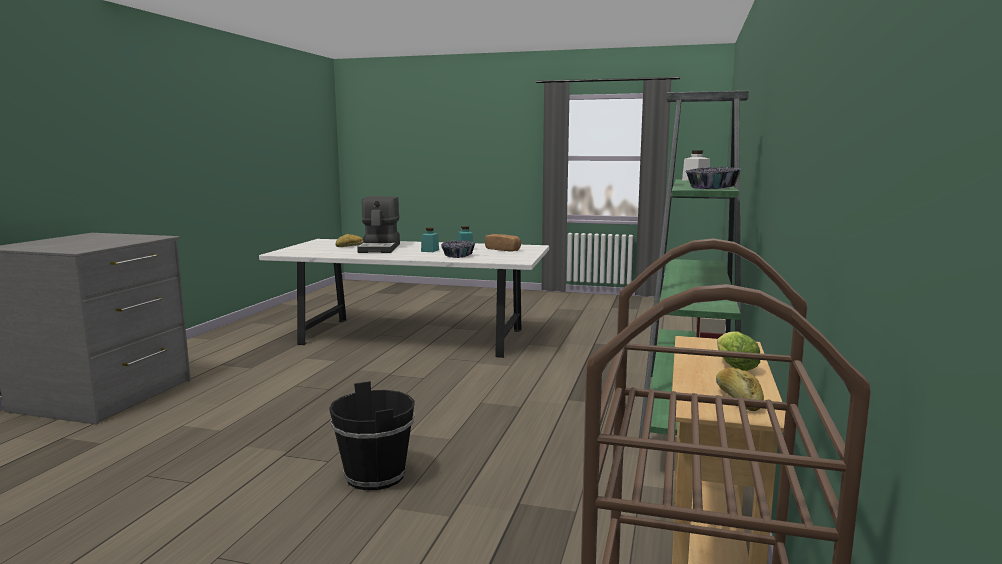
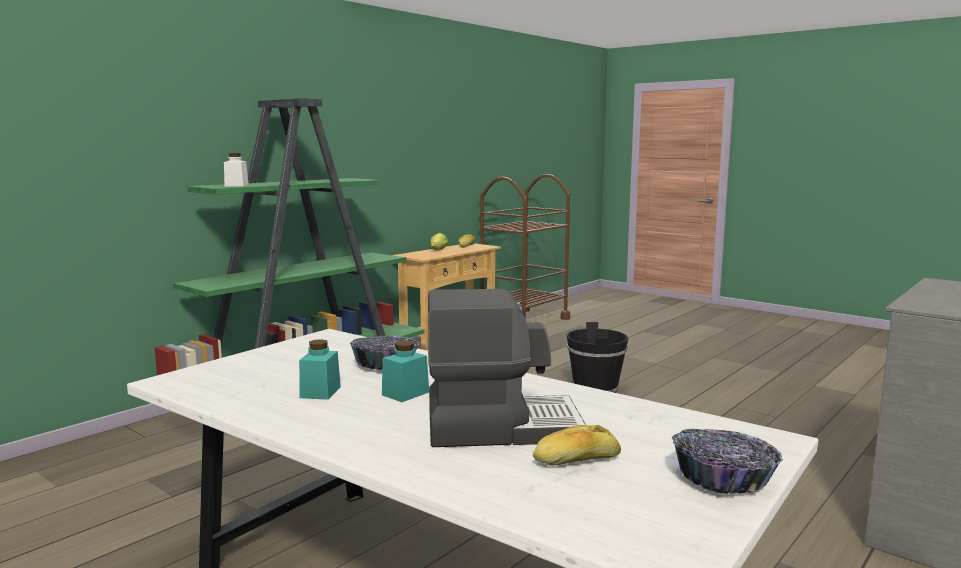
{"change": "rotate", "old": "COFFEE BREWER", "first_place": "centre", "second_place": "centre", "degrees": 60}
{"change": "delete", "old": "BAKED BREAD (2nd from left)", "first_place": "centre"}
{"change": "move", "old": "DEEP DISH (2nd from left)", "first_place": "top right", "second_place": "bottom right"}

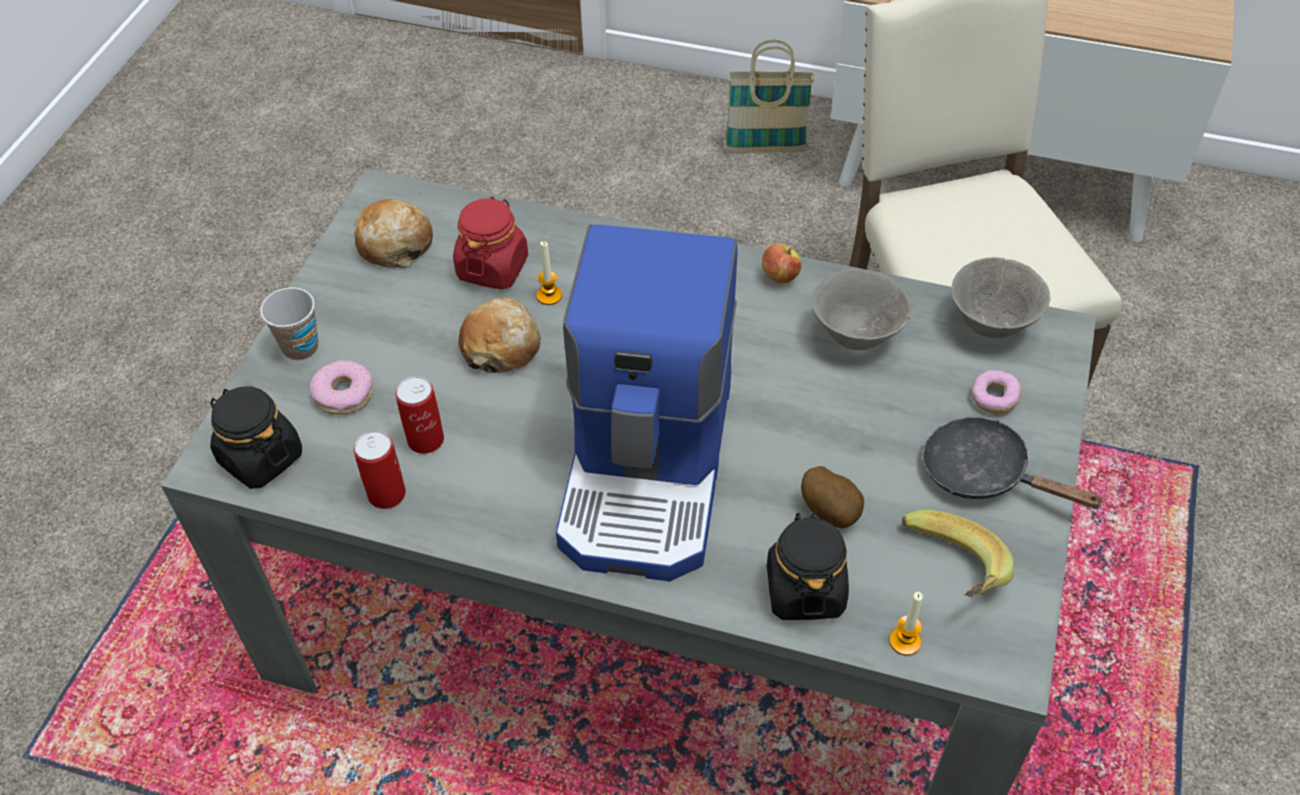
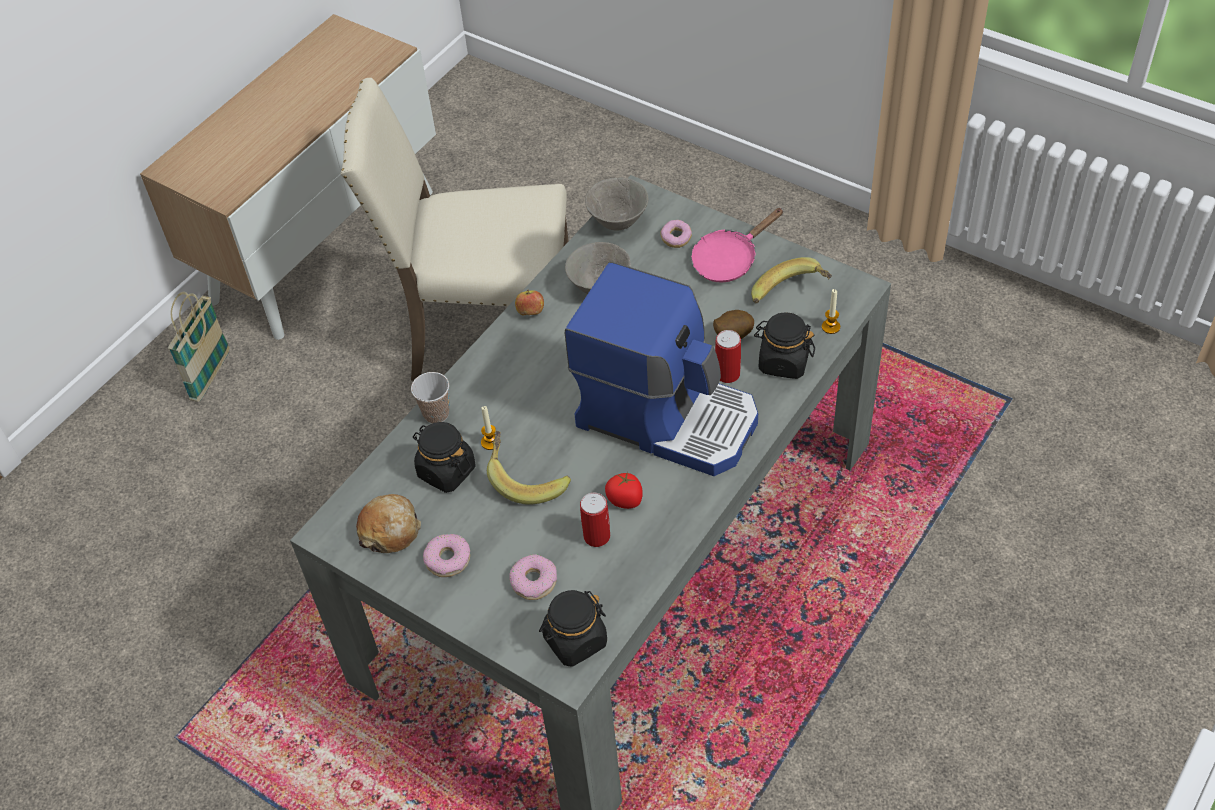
{"change": "move", "old": "DRINKING CUP", "first_place": "middle left", "second_place": "centre"}
{"change": "move", "old": "METAL CAN (1st from left in the first image)", "new": "METAL CAN (2nd from left)", "first_place": "middle left", "second_place": "centre"}
{"change": "recolor", "old": "RED-COLOURED PRESERVE JAR", "new": "BLACK PRESERVE JAR (1st from left)", "first_place": "top centre", "second_place": "centre"}
{"change": "replace", "old": "BAKED BREAD (2nd from left)", "new": "WHOLE BANANA (1st from left)", "first_place": "centre", "second_place": "centre"}
{"change": "recolor", "old": "BLACK SKILLET", "new": "PINK SKILLET", "first_place": "middle right", "second_place": "top centre"}
{"change": "insert", "new": "RING DOUGHNUT (1st from left)", "second_place": "bottom centre"}
{"change": "insert", "new": "TOMATO", "second_place": "centre"}

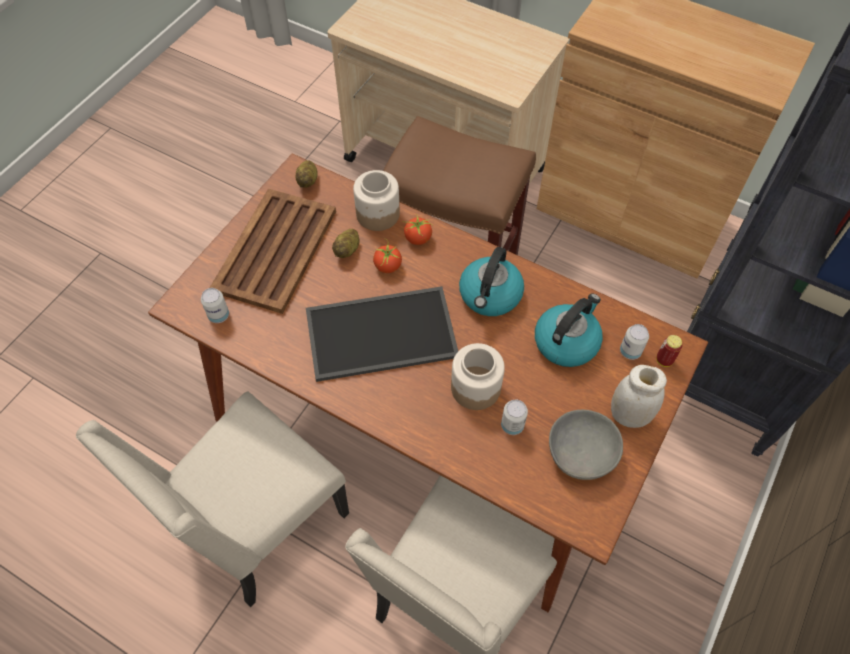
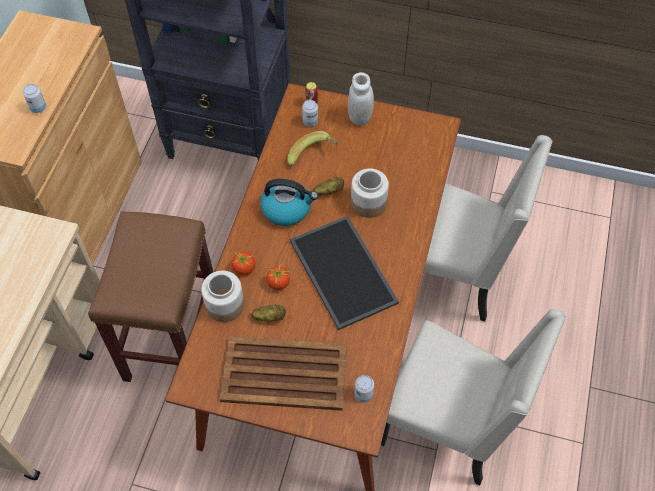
{"change": "move", "old": "WHOLE POTATO (1st from left in the first image)", "new": "WHOLE POTATO (2nd from left)", "first_place": "top centre", "second_place": "centre"}
{"change": "move", "old": "METAL CAN (2nd from left in the first image)", "new": "METAL CAN (1st from left)", "first_place": "centre", "second_place": "top left"}
{"change": "replace", "old": "TEA KETTLE (2nd from left)", "new": "WHOLE BANANA", "first_place": "middle right", "second_place": "top centre"}
{"change": "delete", "old": "GREY DEEP DISH", "first_place": "bottom right"}

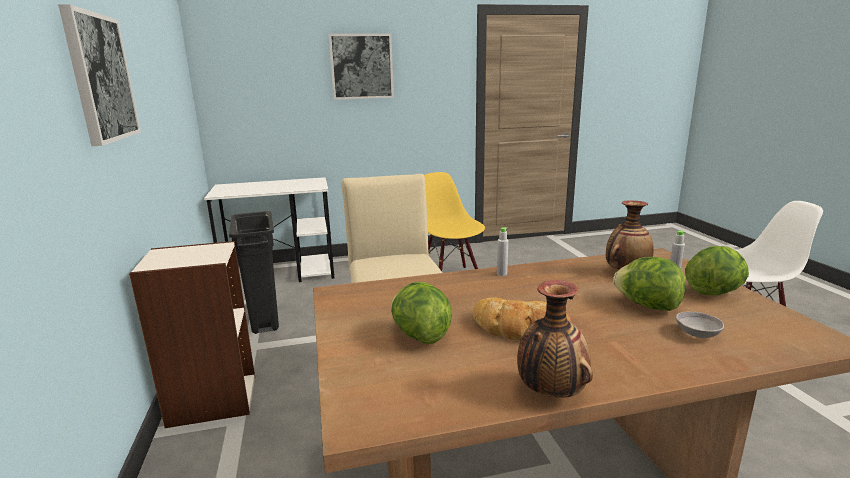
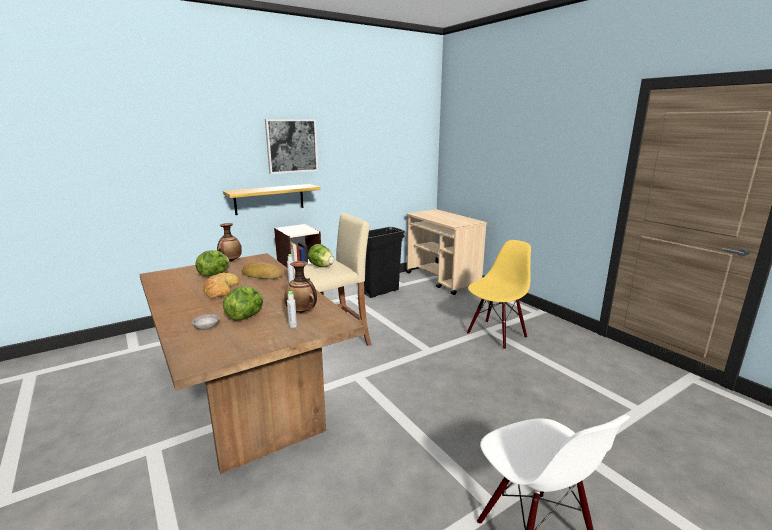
{"change": "replace", "old": "WHITE-COLOURED DESK", "new": "BEIGE-COLOURED TROLLEY", "first_place": "middle left", "second_place": "centre"}
{"change": "delete", "old": "WALL PICTURE (2nd from left)", "first_place": "top centre"}
{"change": "move", "old": "VASE (1st from left)", "first_place": "bottom centre", "second_place": "middle left"}
{"change": "move", "old": "LETTUCE (3rd from left)", "first_place": "middle right", "second_place": "centre"}
{"change": "insert", "new": "WALL SHELF", "second_place": "centre"}
{"change": "insert", "new": "BAKED BREAD (2nd from left)", "second_place": "centre"}

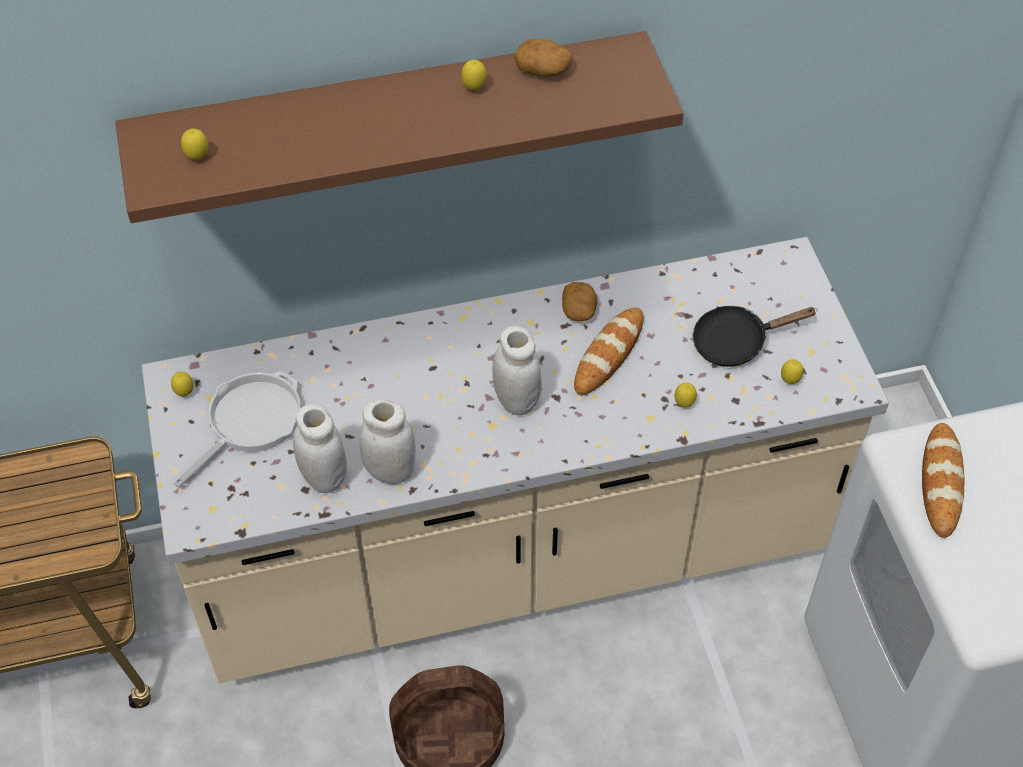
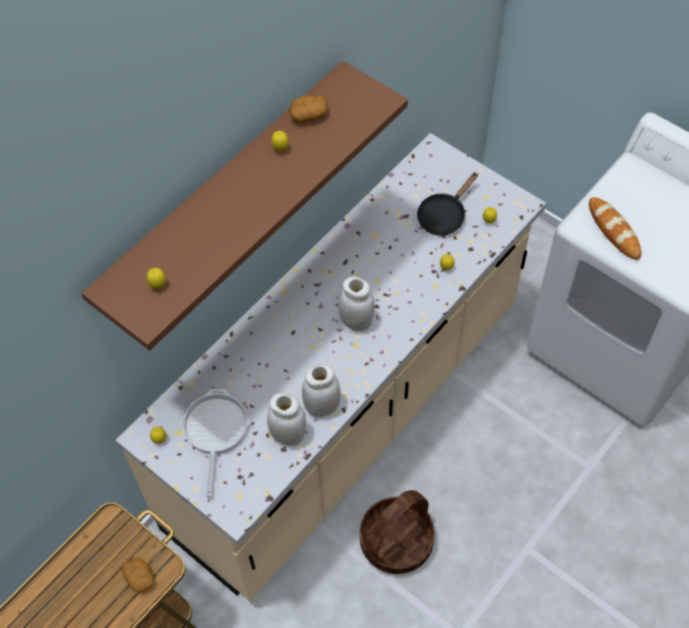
{"change": "move", "old": "WHOLE POTATO (2nd from left in the first image)", "new": "WHOLE POTATO (1st from left)", "first_place": "centre", "second_place": "bottom left"}
{"change": "delete", "old": "BAKED BREAD (1st from left)", "first_place": "centre"}

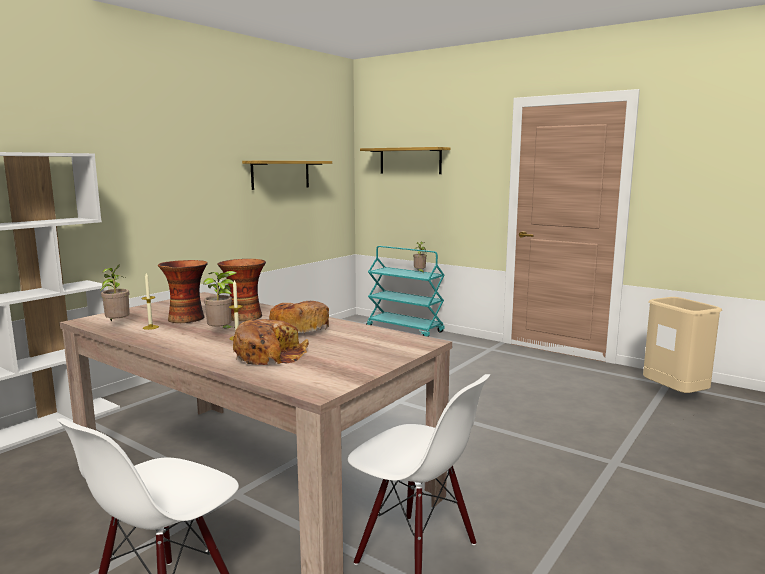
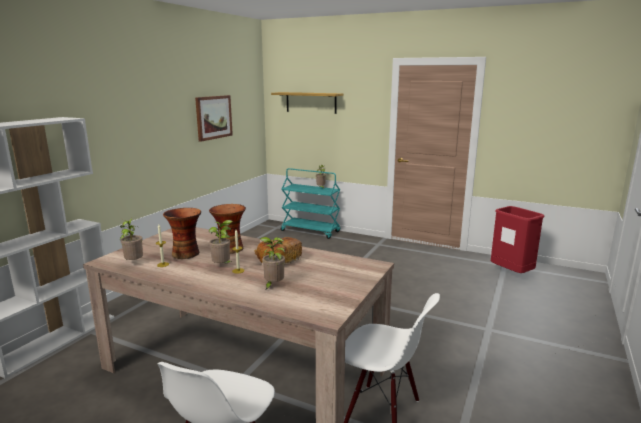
{"change": "replace", "old": "BAKED BREAD (1st from left)", "new": "PLANT IN A POT (3rd from left)", "first_place": "centre", "second_place": "centre"}
{"change": "replace", "old": "WALL SHELF (1st from left)", "new": "WALL PICTURE", "first_place": "top centre", "second_place": "top centre"}
{"change": "recolor", "old": "BEIGE-COLOURED RUBBISH BIN", "new": "RED-COLOURED RUBBISH BIN", "first_place": "middle right", "second_place": "middle right"}

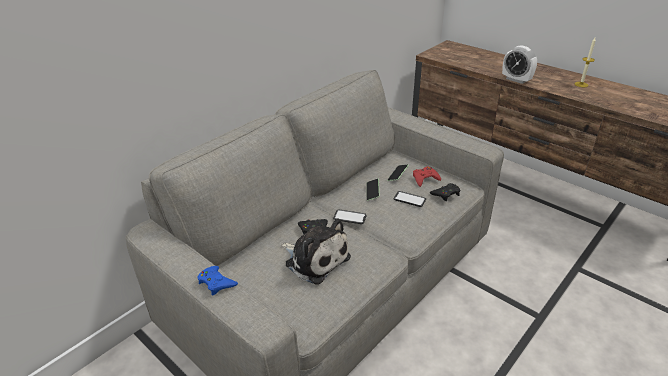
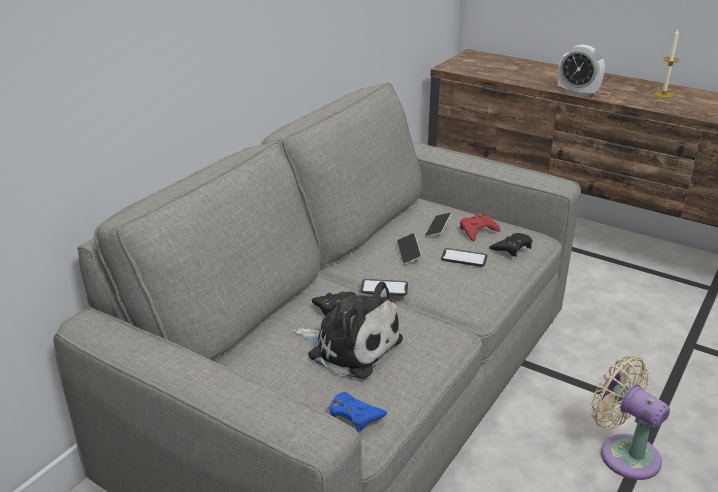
{"change": "move", "old": "BLUISH GAME CONTROLLER", "first_place": "bottom left", "second_place": "bottom centre"}
{"change": "insert", "new": "BEIGE-COLOURED COOLING FAN", "second_place": "bottom right"}

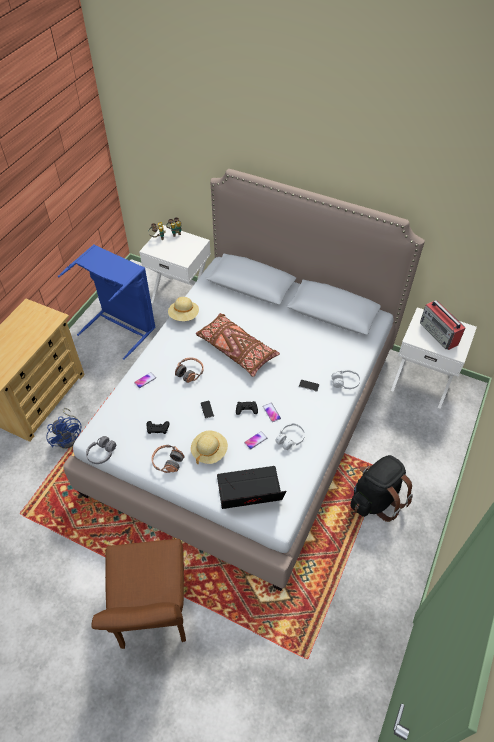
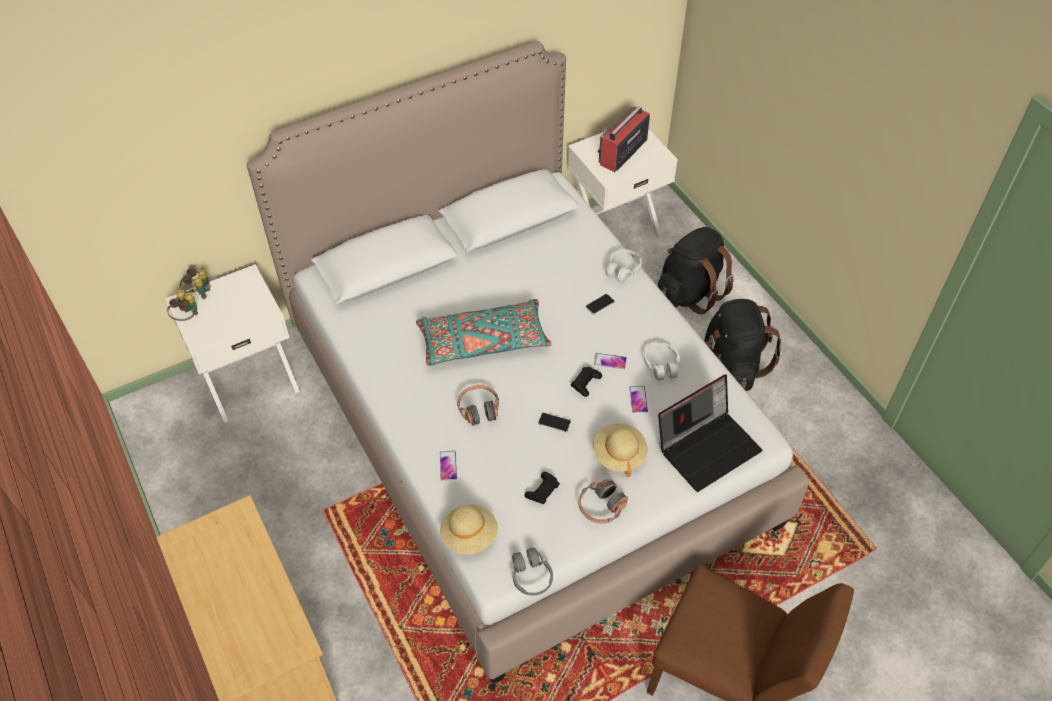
{"change": "delete", "old": "BLUISH COOLING FAN", "first_place": "middle left"}
{"change": "delete", "old": "BLUISH HAMPER", "first_place": "middle left"}
{"change": "move", "old": "BEIGE-COLOURED CLOTHING HAT (1st from left)", "first_place": "centre", "second_place": "bottom centre"}
{"change": "recolor", "old": "BROWN-COLOURED THROW PILLOW", "new": "BLUE-GREEN THROW PILLOW", "first_place": "centre", "second_place": "centre"}
{"change": "rotate", "old": "NOTEBOOK COMPUTER", "first_place": "centre", "second_place": "middle right", "degrees": -150}
{"change": "rotate", "old": "RADIO", "first_place": "middle right", "second_place": "top centre", "degrees": 120}
{"change": "insert", "new": "BLACK BACKPACK (1st from left)", "second_place": "centre"}

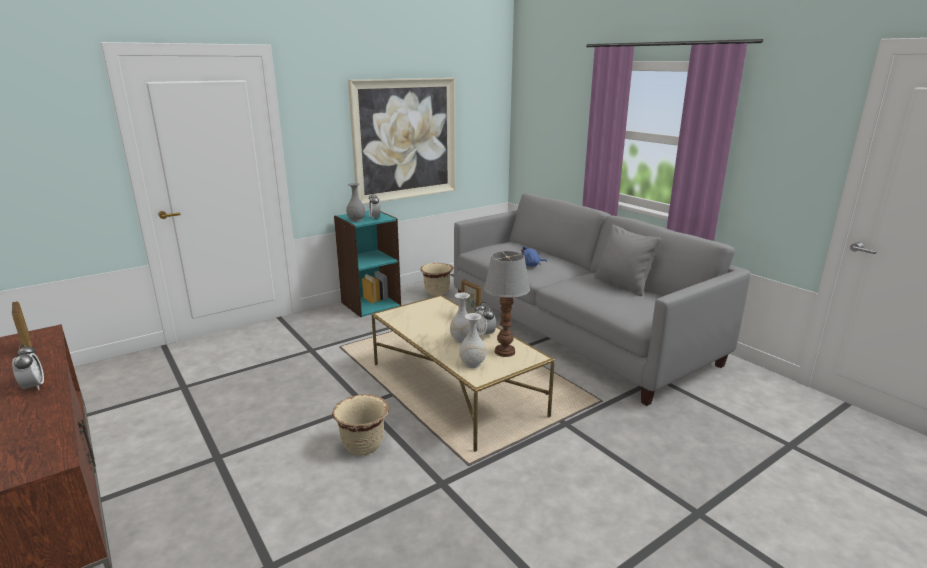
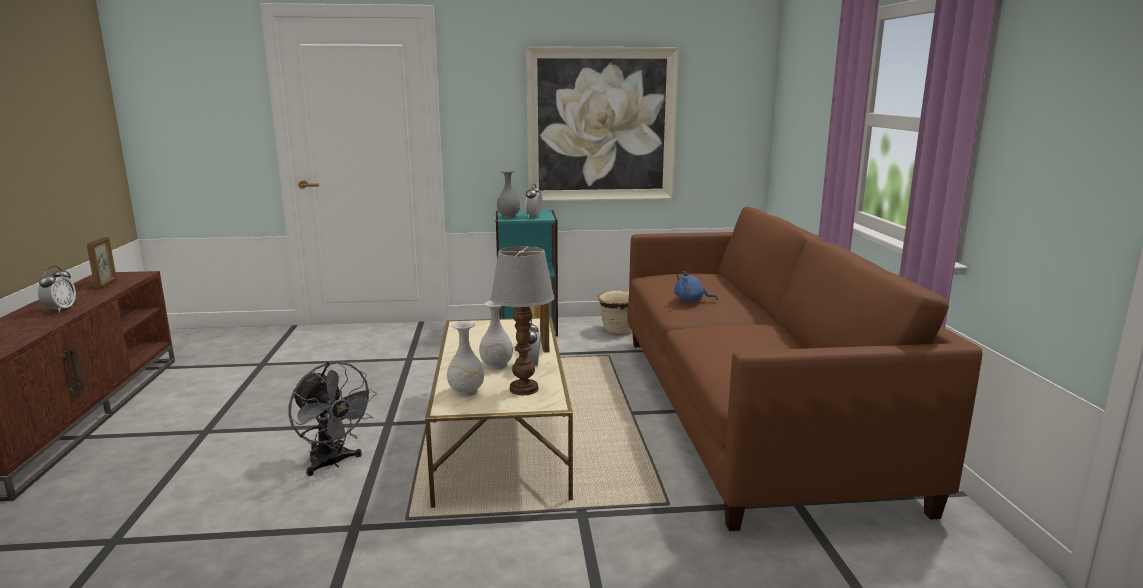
{"change": "replace", "old": "BEIGE-COLOURED PLANT POT (1st from left)", "new": "GREY COOLING FAN", "first_place": "bottom centre", "second_place": "bottom left"}
{"change": "recolor", "old": "GREY SETTEE", "new": "BROWN-COLOURED SETTEE", "first_place": "centre", "second_place": "middle right"}
{"change": "delete", "old": "GREY THROW PILLOW", "first_place": "middle right"}

